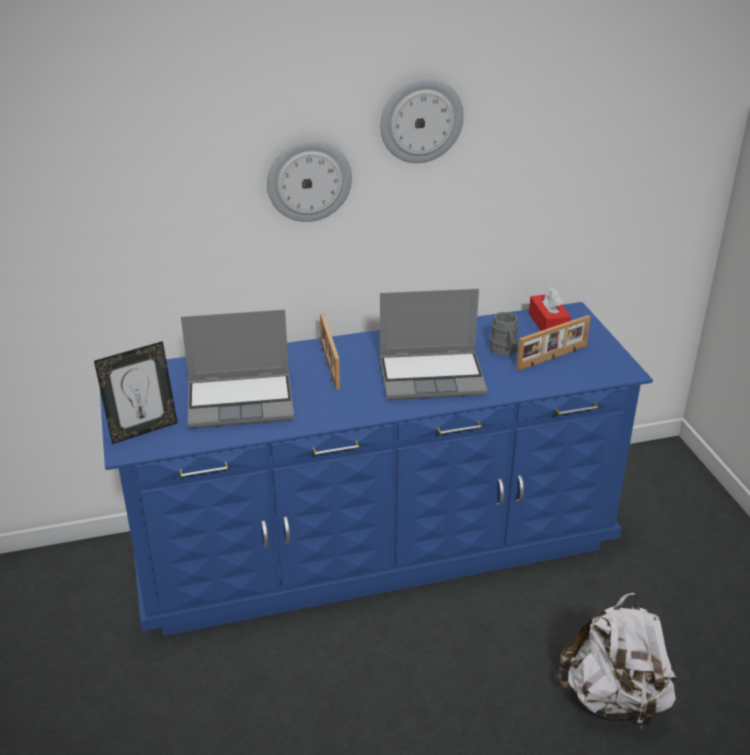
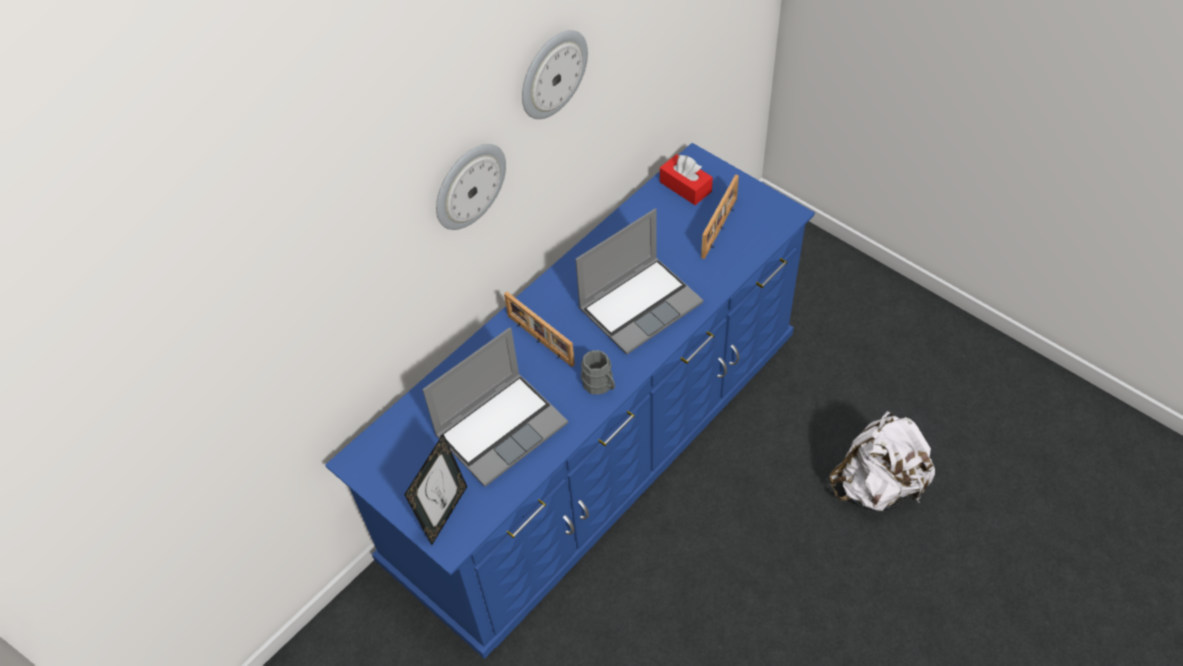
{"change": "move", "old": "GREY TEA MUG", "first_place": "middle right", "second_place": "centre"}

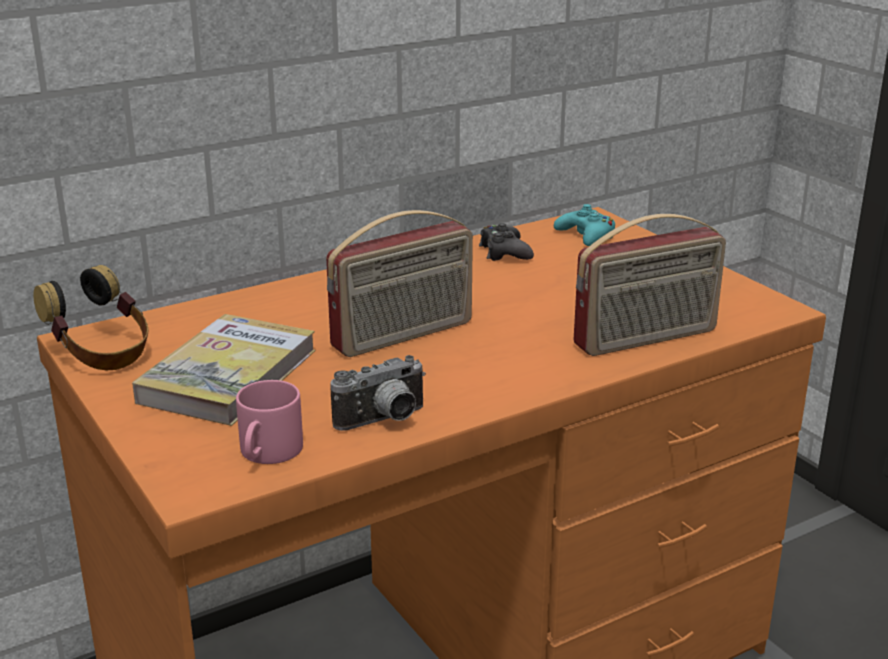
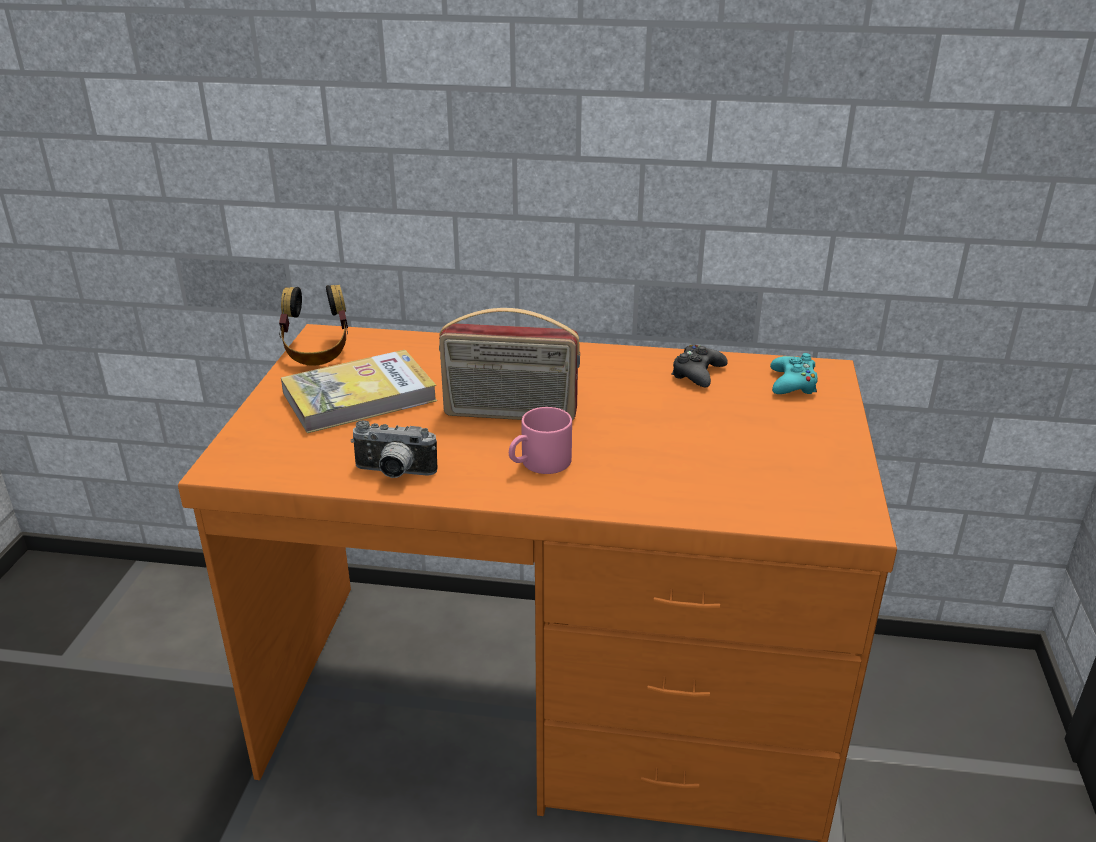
{"change": "move", "old": "PINK TEA MUG", "first_place": "middle left", "second_place": "centre"}
{"change": "delete", "old": "RADIO (2nd from left)", "first_place": "middle right"}

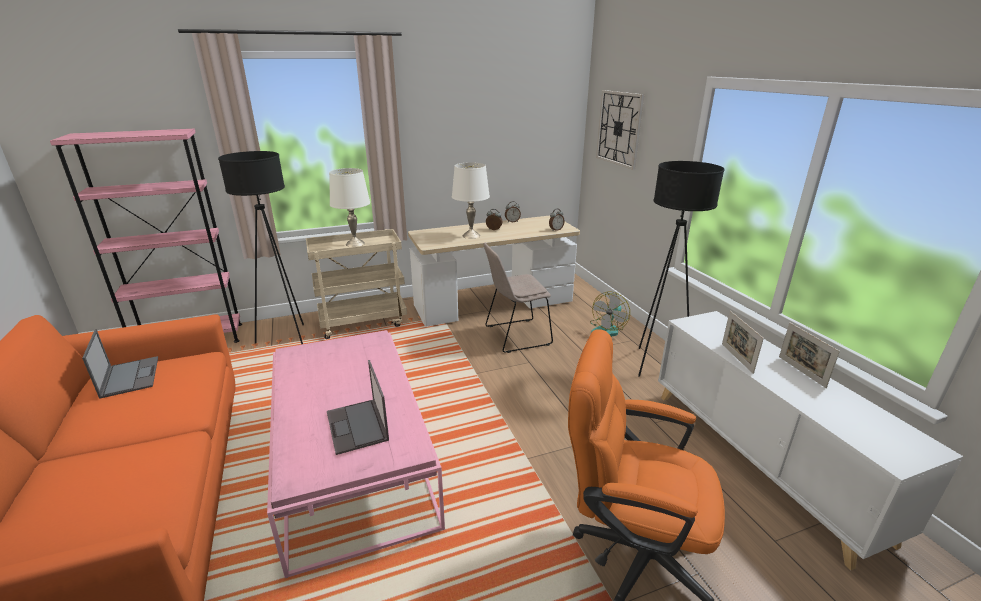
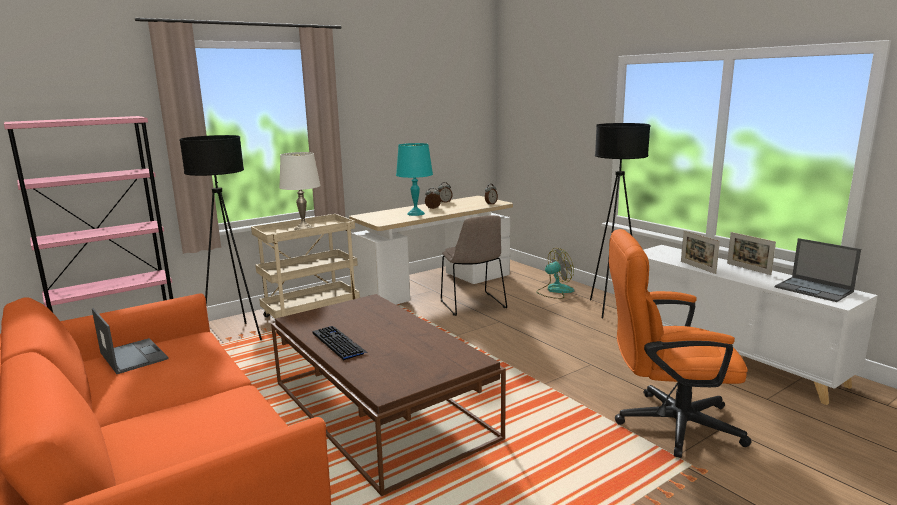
{"change": "recolor", "old": "PINK LOW TABLE", "new": "BROWN-COLOURED LOW TABLE", "first_place": "bottom centre", "second_place": "bottom centre"}
{"change": "move", "old": "NOTEBOOK COMPUTER (2nd from left)", "first_place": "bottom centre", "second_place": "middle right"}
{"change": "recolor", "old": "WHITE-COLOURED TABLE LAMP (2nd from left)", "new": "BLUE-GREEN TABLE LAMP", "first_place": "top centre", "second_place": "centre"}
{"change": "rotate", "old": "BEIGE-COLOURED PLAIN CHAIR", "first_place": "centre", "second_place": "centre", "degrees": -75}
{"change": "rotate", "old": "COOLING FAN", "first_place": "centre", "second_place": "centre", "degrees": -135}
{"change": "delete", "old": "CLOCK ON THE WALL", "first_place": "top centre"}
{"change": "insert", "new": "COMPUTER KEYBOARD", "second_place": "bottom centre"}

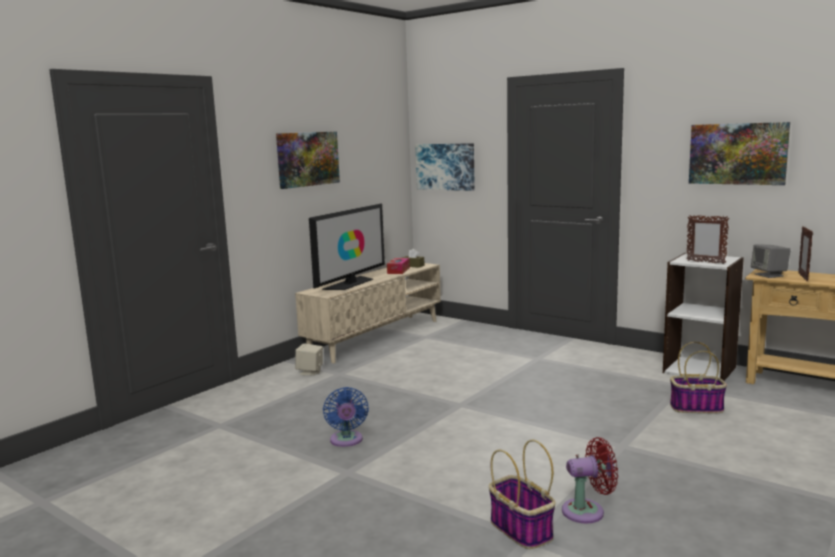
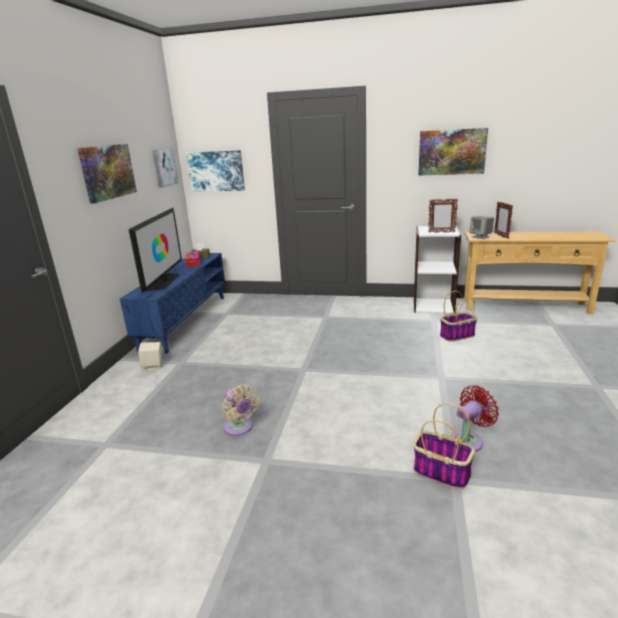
{"change": "recolor", "old": "BEIGE-COLOURED TV UNIT", "new": "BLUISH TV UNIT", "first_place": "centre", "second_place": "middle left"}
{"change": "recolor", "old": "BLUISH COOLING FAN", "new": "BEIGE-COLOURED COOLING FAN", "first_place": "bottom centre", "second_place": "centre"}
{"change": "insert", "new": "WALL PICTURE (2nd from left)", "second_place": "top left"}

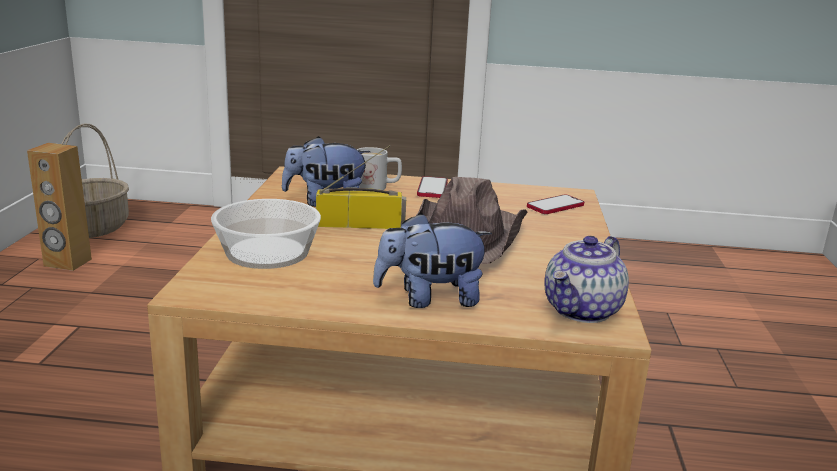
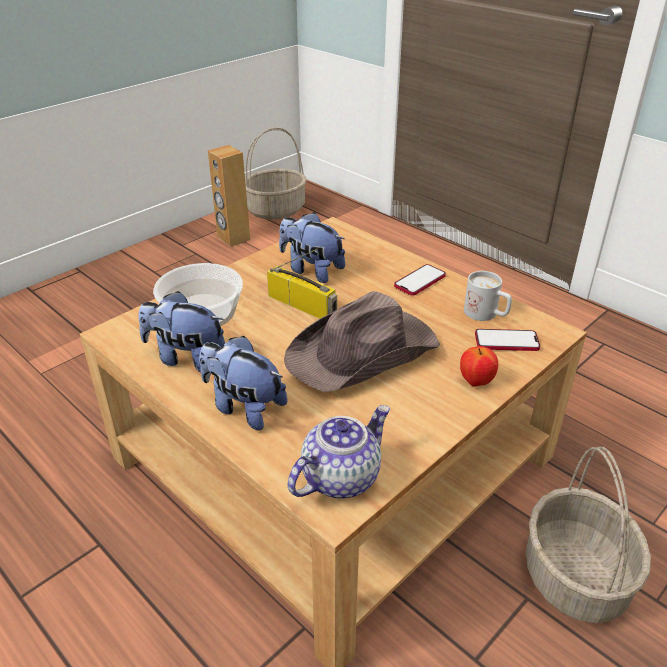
{"change": "move", "old": "WHITE-COLOURED TEA MUG", "first_place": "centre", "second_place": "middle right"}
{"change": "rotate", "old": "TEAPOT", "first_place": "middle right", "second_place": "bottom centre", "degrees": 150}
{"change": "insert", "new": "SOFT TOY (1st from left)", "second_place": "middle left"}
{"change": "insert", "new": "WHOLE APPLE", "second_place": "middle right"}
{"change": "insert", "new": "BASKET (2nd from left)", "second_place": "bottom right"}

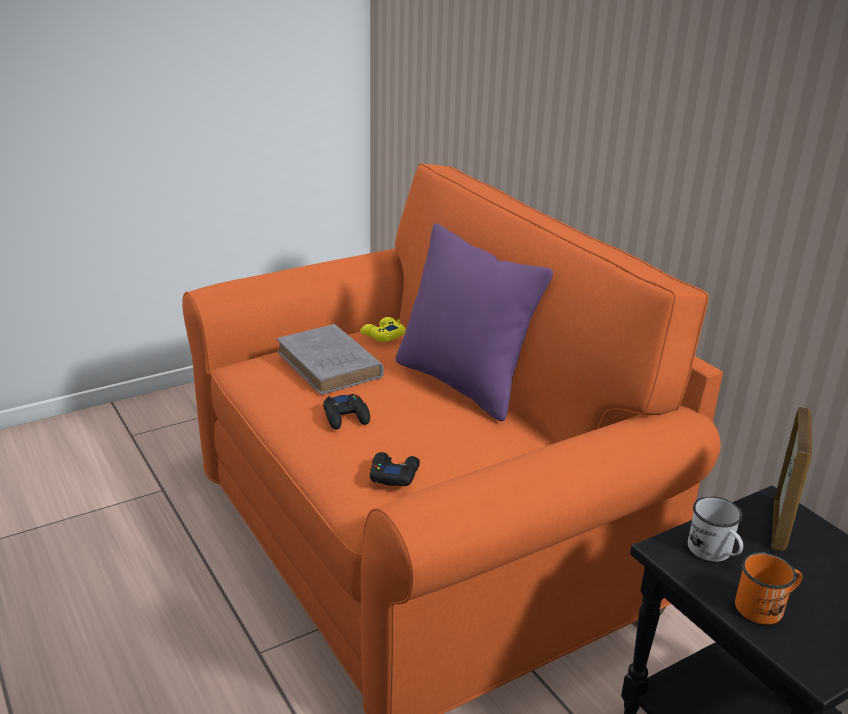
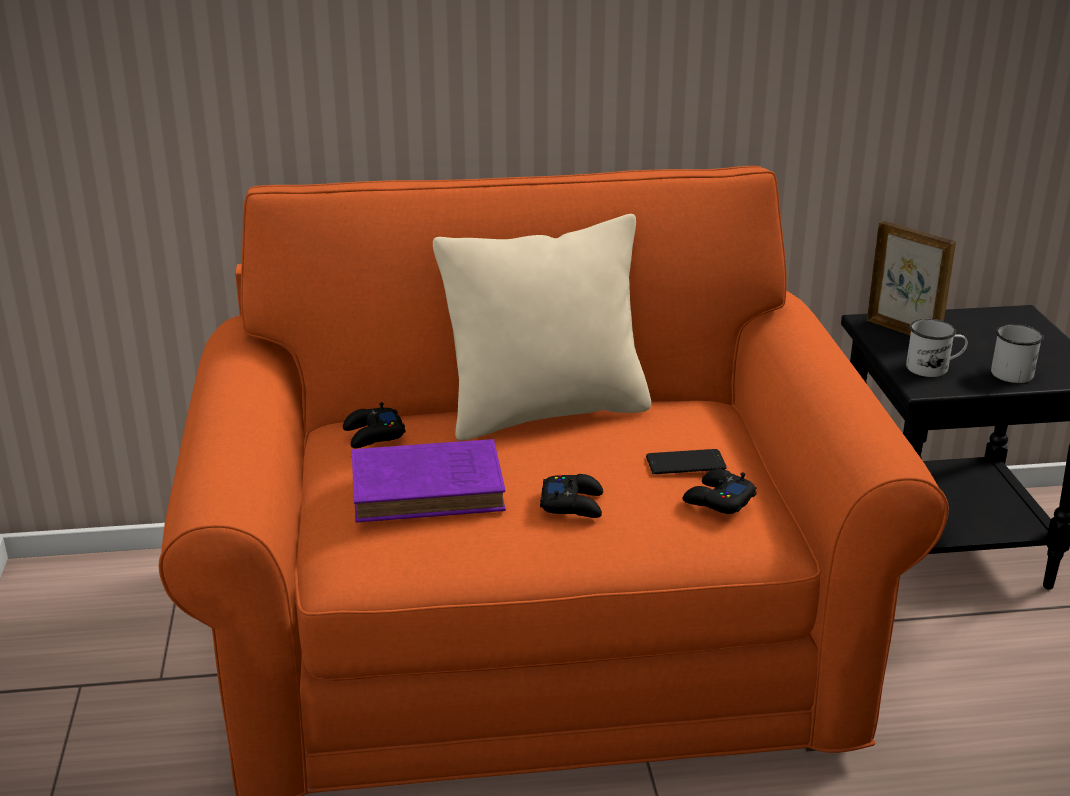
{"change": "recolor", "old": "GREY BOUND BOOK", "new": "PURPLE BOUND BOOK", "first_place": "centre", "second_place": "centre"}
{"change": "recolor", "old": "YELLOW GAME CONTROLLER", "new": "BLACK GAME CONTROLLER (1st from left)", "first_place": "centre", "second_place": "centre"}
{"change": "recolor", "old": "PURPLE THROW PILLOW", "new": "BEIGE-COLOURED THROW PILLOW", "first_place": "centre", "second_place": "centre"}
{"change": "recolor", "old": "ORANGEY TEA MUG", "new": "WHITE-COLOURED TEA MUG (2nd from left)", "first_place": "bottom right", "second_place": "middle right"}
{"change": "insert", "new": "HANDSET", "second_place": "centre"}

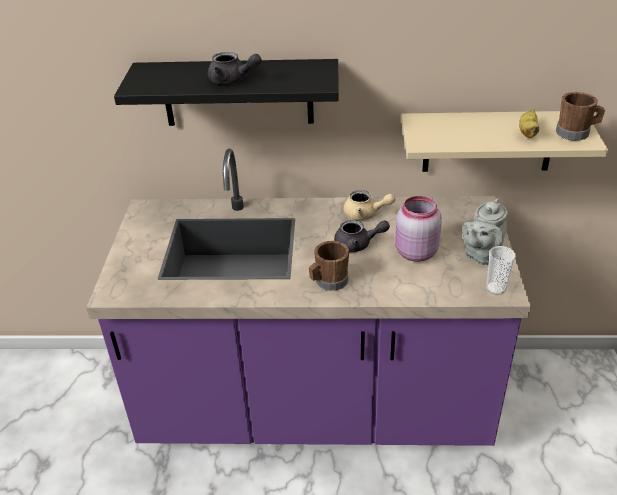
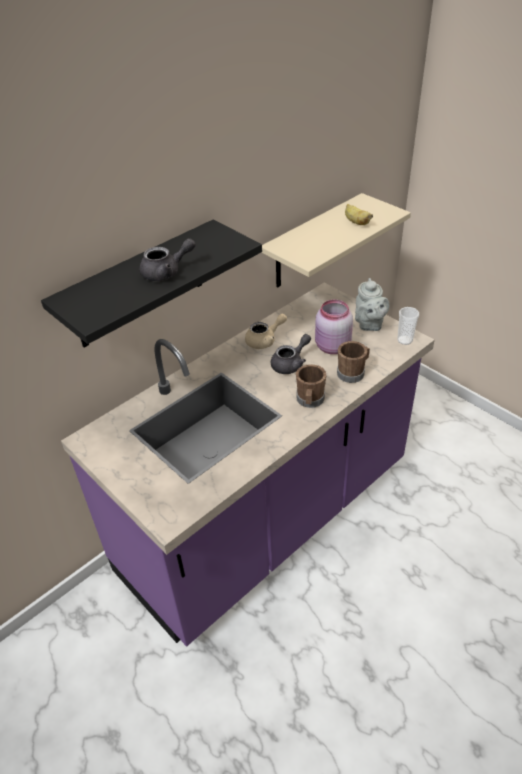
{"change": "move", "old": "BROWN-COLOURED TEA MUG (2nd from left)", "first_place": "top right", "second_place": "middle right"}

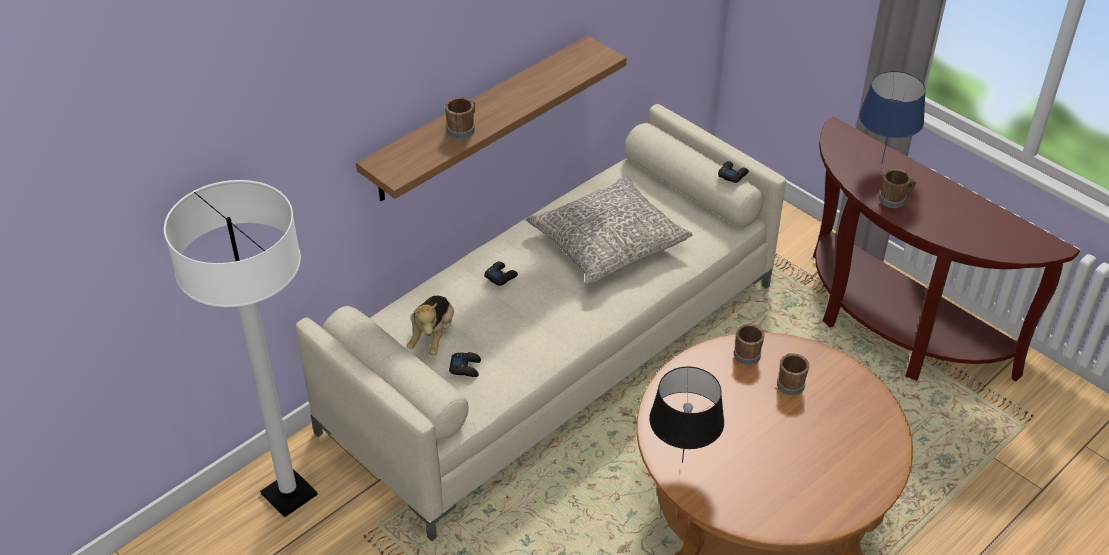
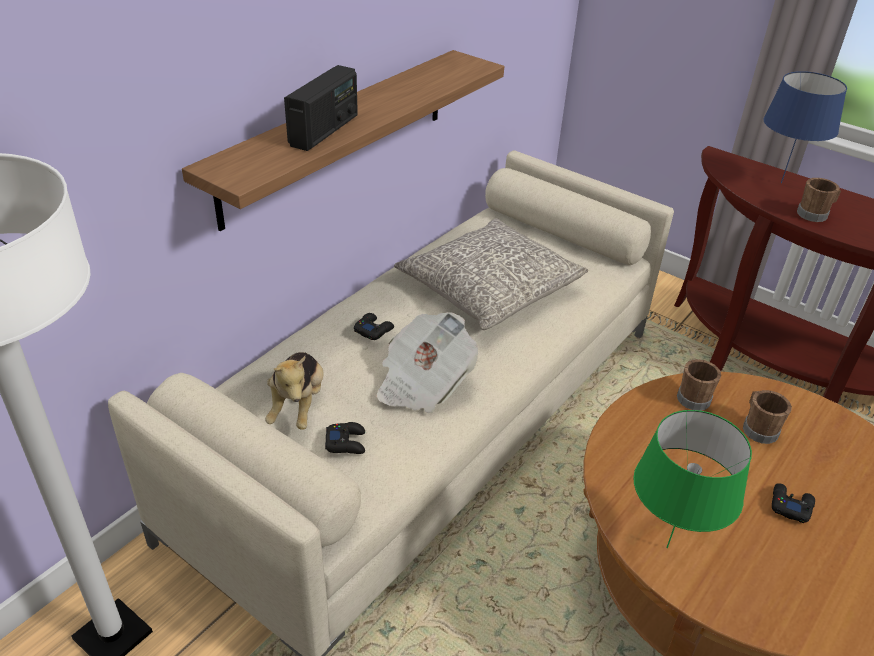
{"change": "replace", "old": "BROWN-COLOURED TEA MUG (1st from left)", "new": "RADIO", "first_place": "top centre", "second_place": "top centre"}
{"change": "recolor", "old": "BLACK TABLE LAMP", "new": "GREENISH TABLE LAMP", "first_place": "bottom centre", "second_place": "bottom right"}
{"change": "move", "old": "BLACK GAME CONTROLLER (3rd from left)", "first_place": "top centre", "second_place": "bottom right"}
{"change": "insert", "new": "PRINTED PAPER", "second_place": "centre"}

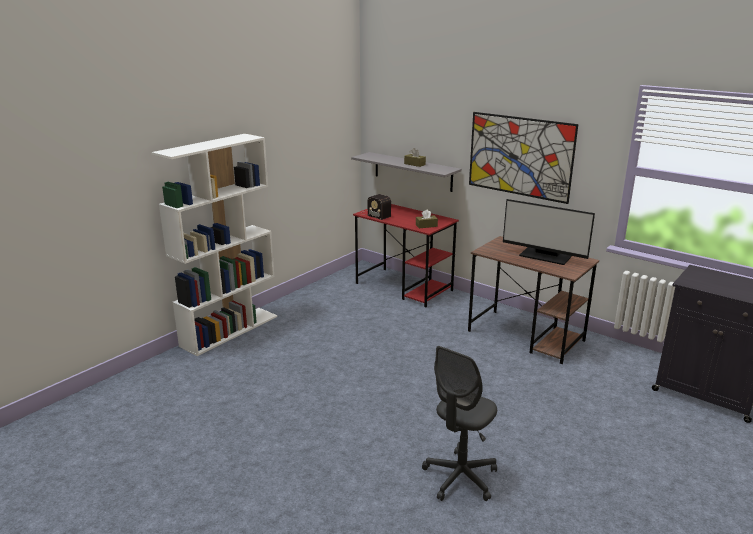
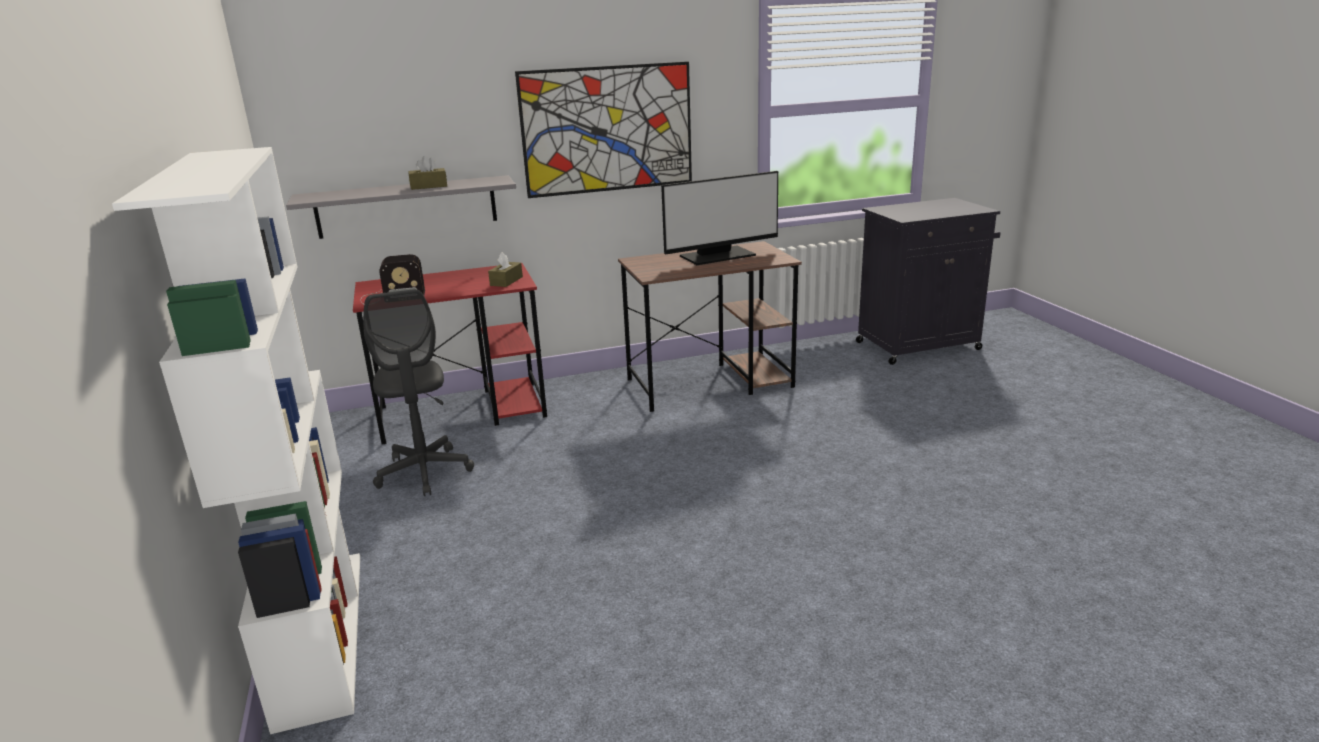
{"change": "move", "old": "GREY COMPUTER CHAIR", "first_place": "bottom centre", "second_place": "middle left"}

